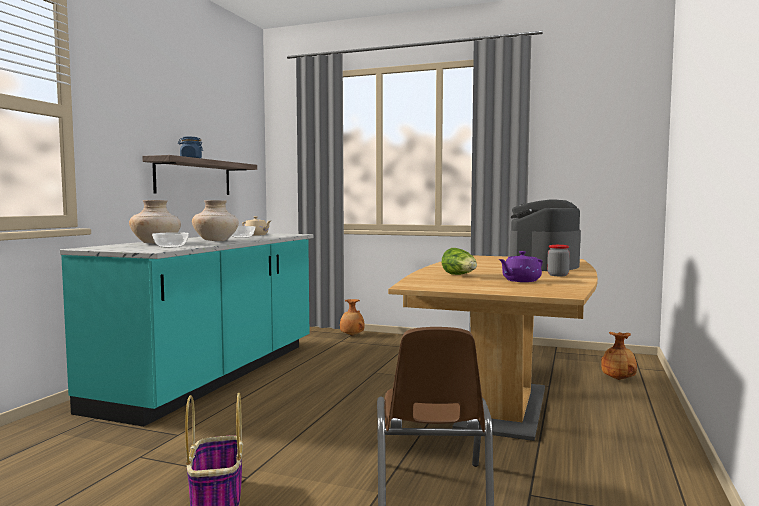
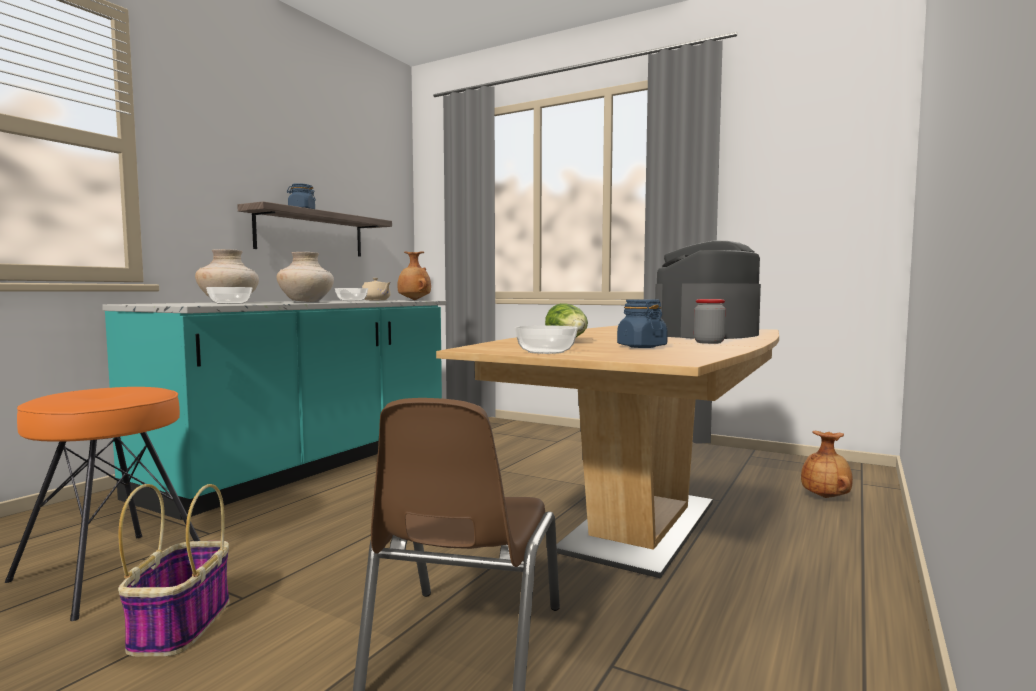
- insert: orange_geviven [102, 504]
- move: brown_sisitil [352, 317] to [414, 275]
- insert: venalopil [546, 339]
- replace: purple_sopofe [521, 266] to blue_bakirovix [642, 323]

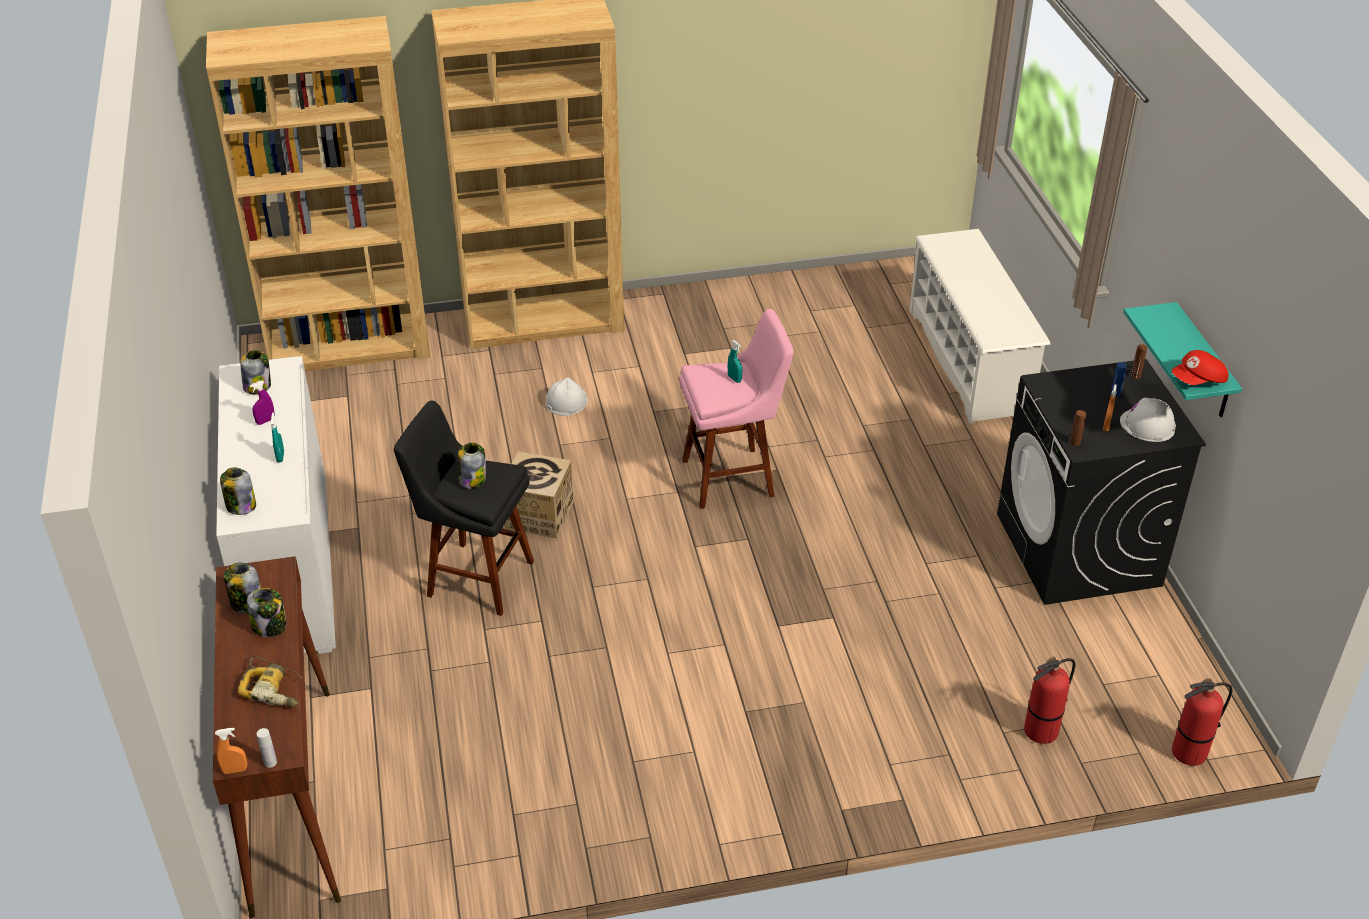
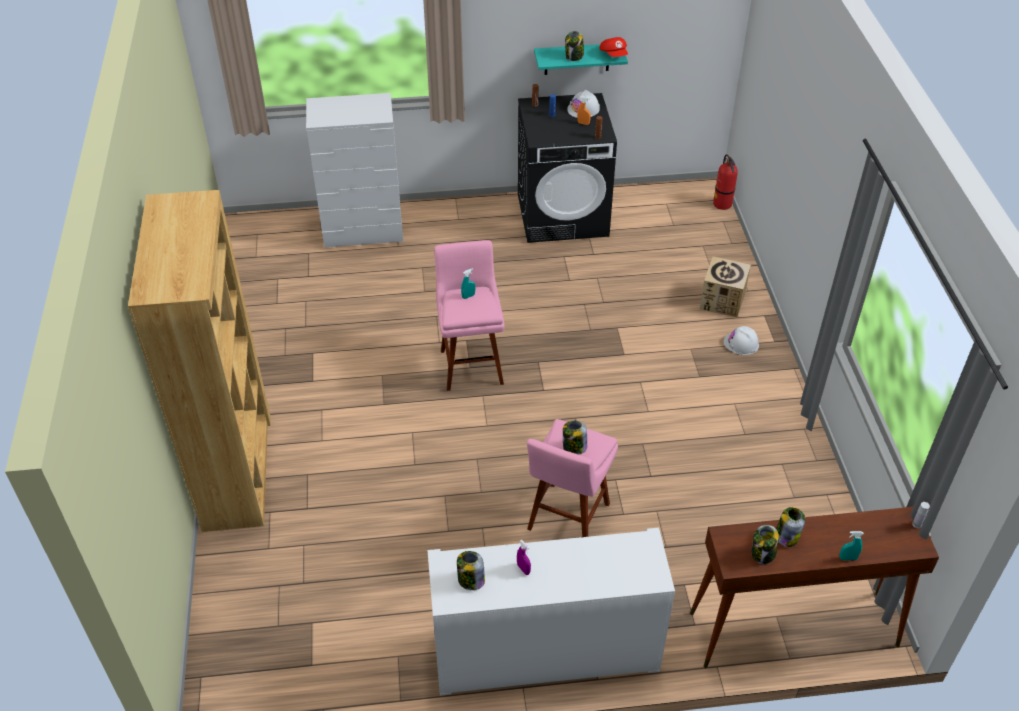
- replace: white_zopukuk [979, 326] to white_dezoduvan [354, 170]
- recolor: black_geviven [464, 508] to pink_geviven [572, 478]
- move: bakirovix [238, 491] to [574, 46]
- move: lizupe [539, 495] to [725, 286]
- move: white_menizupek [567, 397] to [741, 340]
- move: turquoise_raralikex [277, 437] to [851, 545]
- delete: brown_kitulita [318, 193]
- delete: orange_raralikex [231, 751]
- delete: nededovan [270, 682]
- delete: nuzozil [1049, 700]

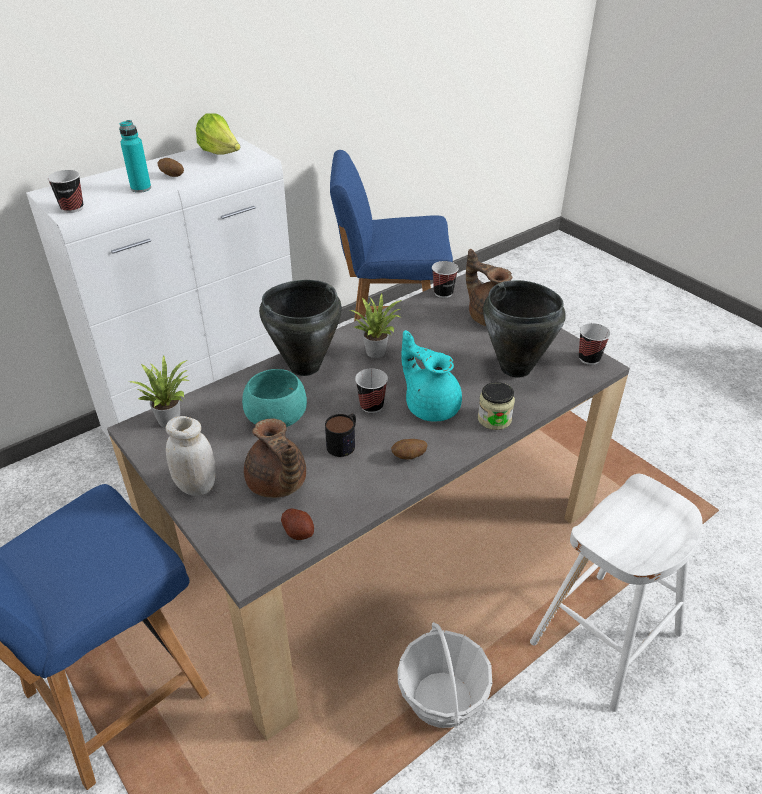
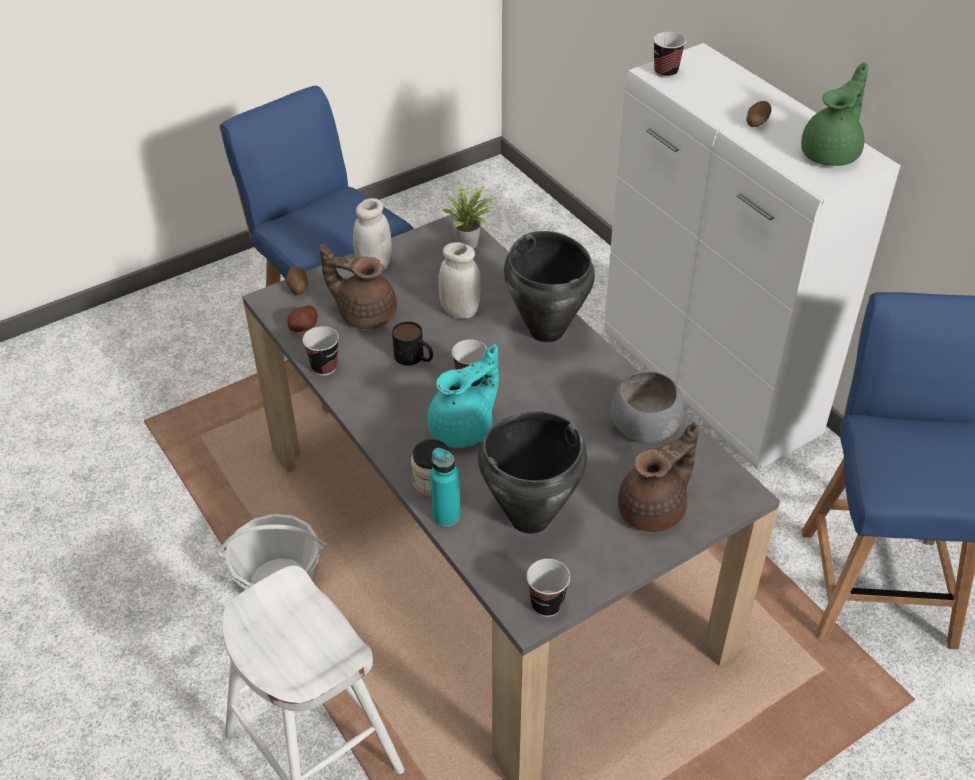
- move: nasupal [409, 449] to [297, 280]
- move: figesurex [445, 279] to [321, 351]
- rotate: brown_sopofe [275, 458] = [358, 286] 45 degrees clockwise
- move: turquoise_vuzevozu [135, 156] to [445, 487]
- replace: turquoise_venalopil [274, 398] to white_bakirovix [460, 280]
- insert: grey_venalopil [647, 407]
- replace: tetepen [218, 134] to green_sopofe [835, 114]
- delete: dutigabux [376, 326]

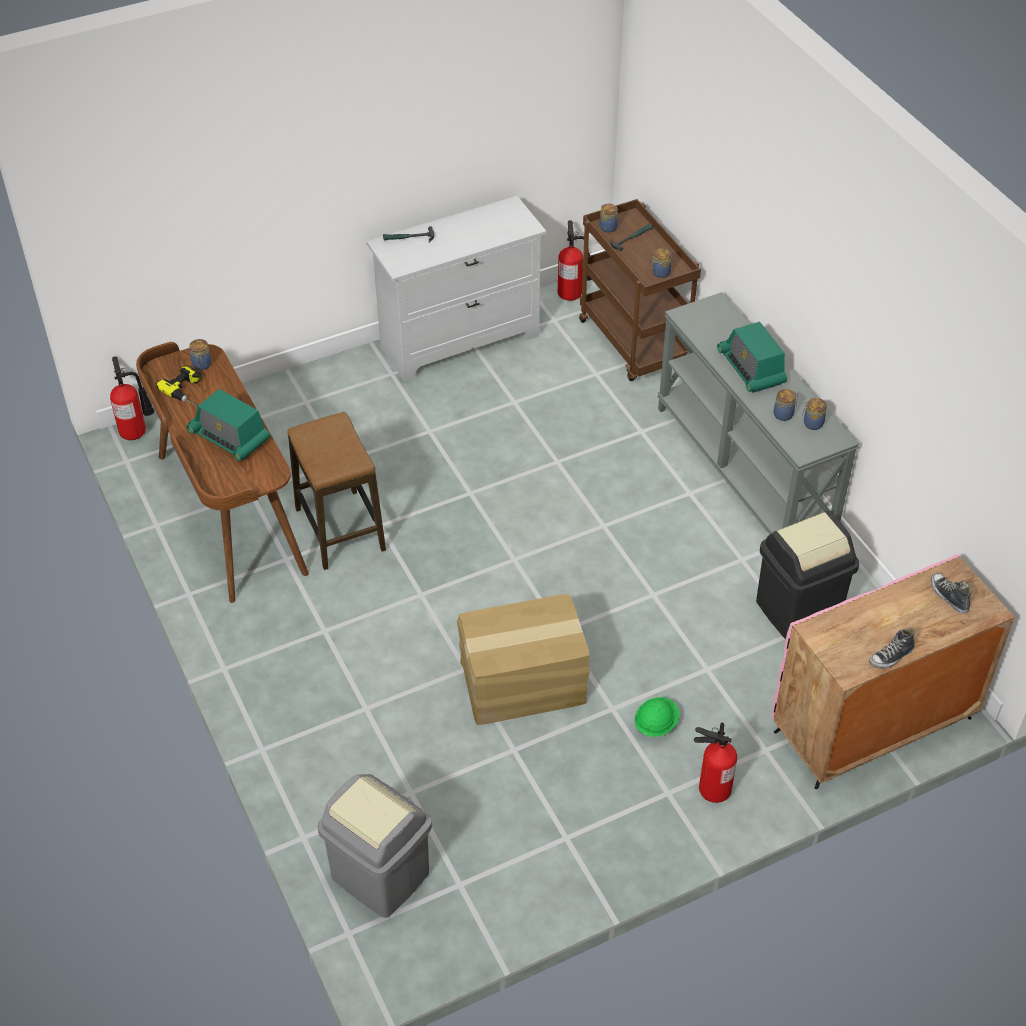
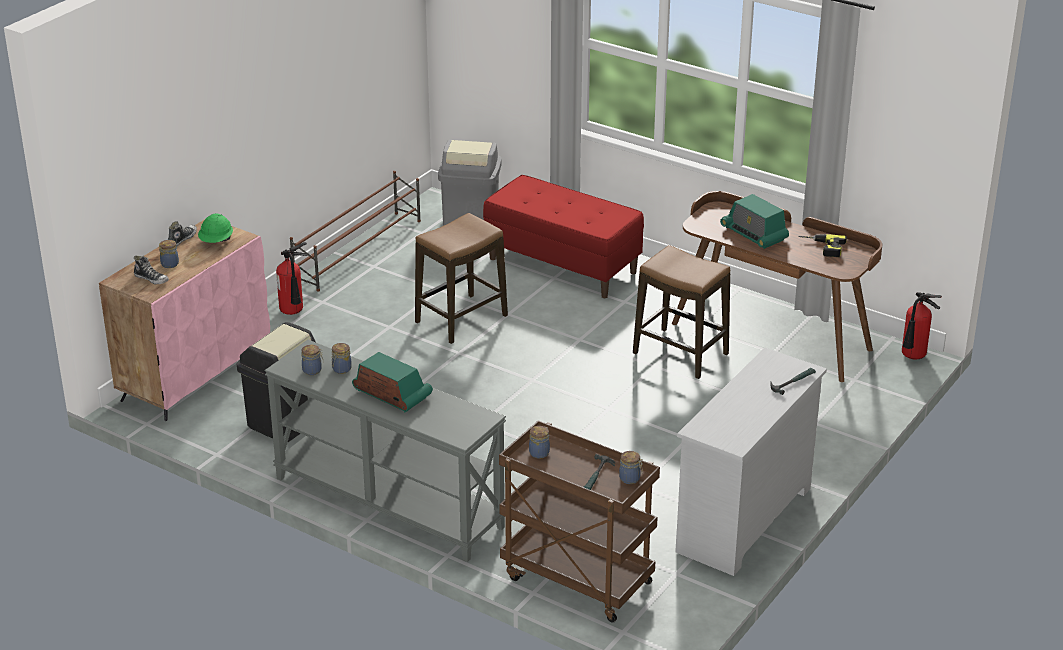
- move: bakirovix [200, 354] to [169, 254]
- move: green_menizupek [657, 717] to [215, 228]
- insert: brown_zopukuk [355, 231]
- replace: lizupe [523, 659] to geviven [461, 278]
- insert: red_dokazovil [563, 236]
- rotate: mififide [228, 425] = [754, 221] 135 degrees counterclockwise
- delete: nuzozil [575, 260]

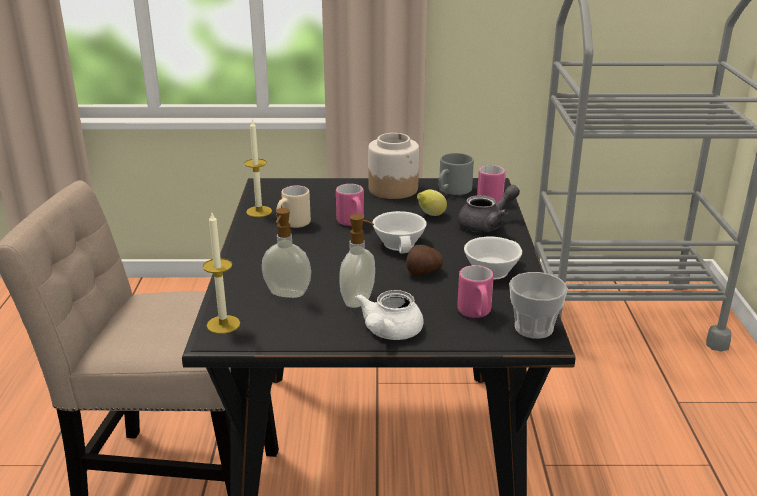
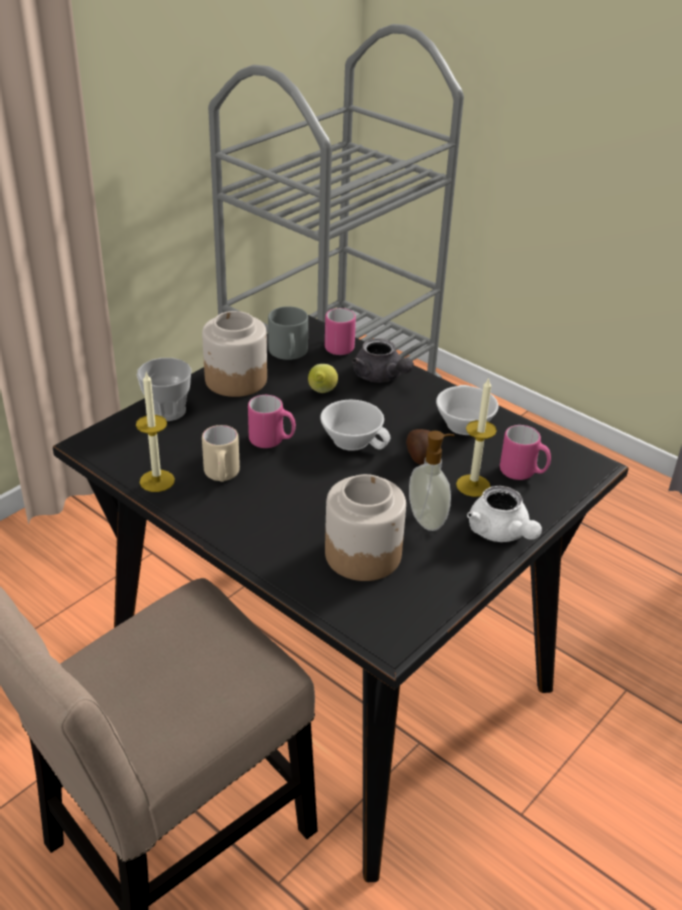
- move: figesurex [538, 305] to [164, 389]
- replace: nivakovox [286, 253] to bakirovix [365, 527]
- rotate: grey_sopofe [489, 208] = [383, 360] 135 degrees clockwise
- move: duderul [221, 273] to [476, 437]

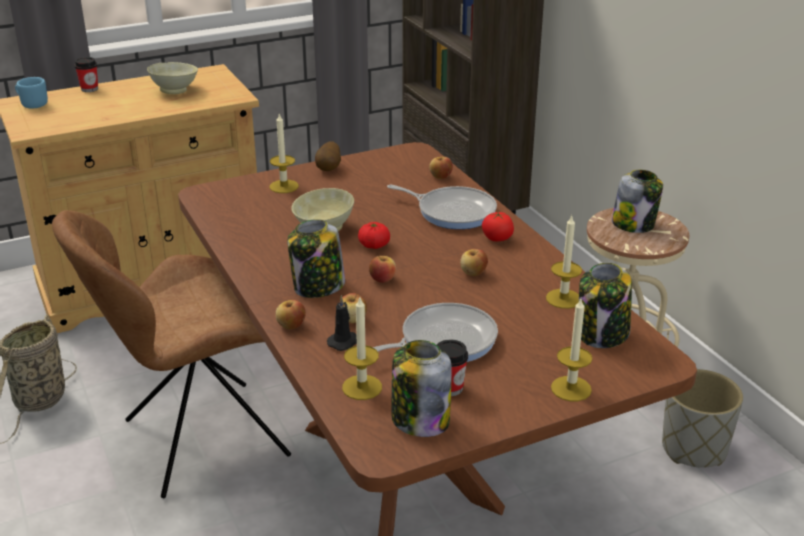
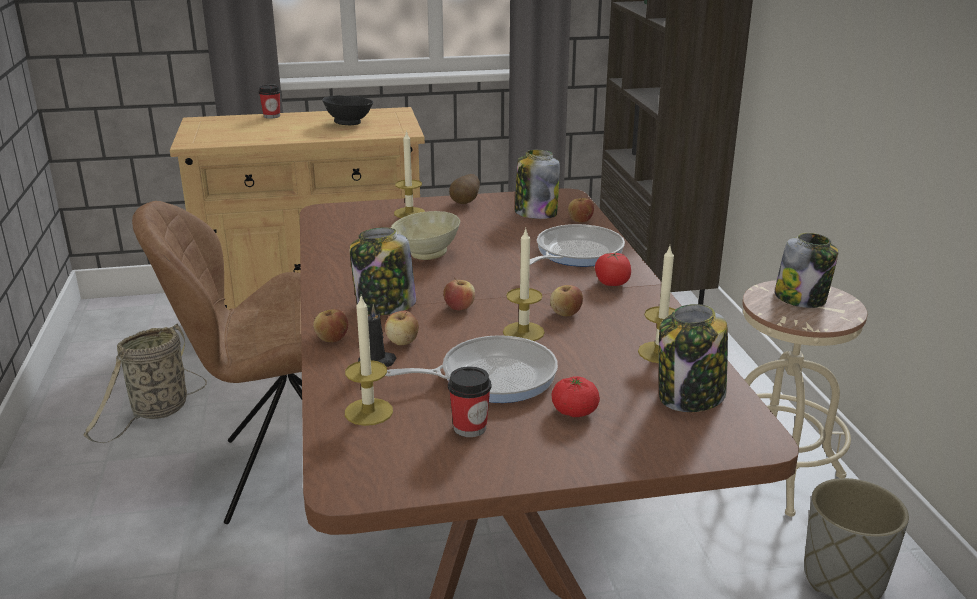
- recolor: beige_venalopil [172, 78] to black_venalopil [347, 110]
- move: duderul [571, 350] to [524, 284]
- move: bakirovix [422, 388] to [537, 184]
- rotate: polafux [442, 207] = [577, 245] 90 degrees counterclockwise
- move: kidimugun [374, 235] to [576, 396]
- delete: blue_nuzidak [31, 92]

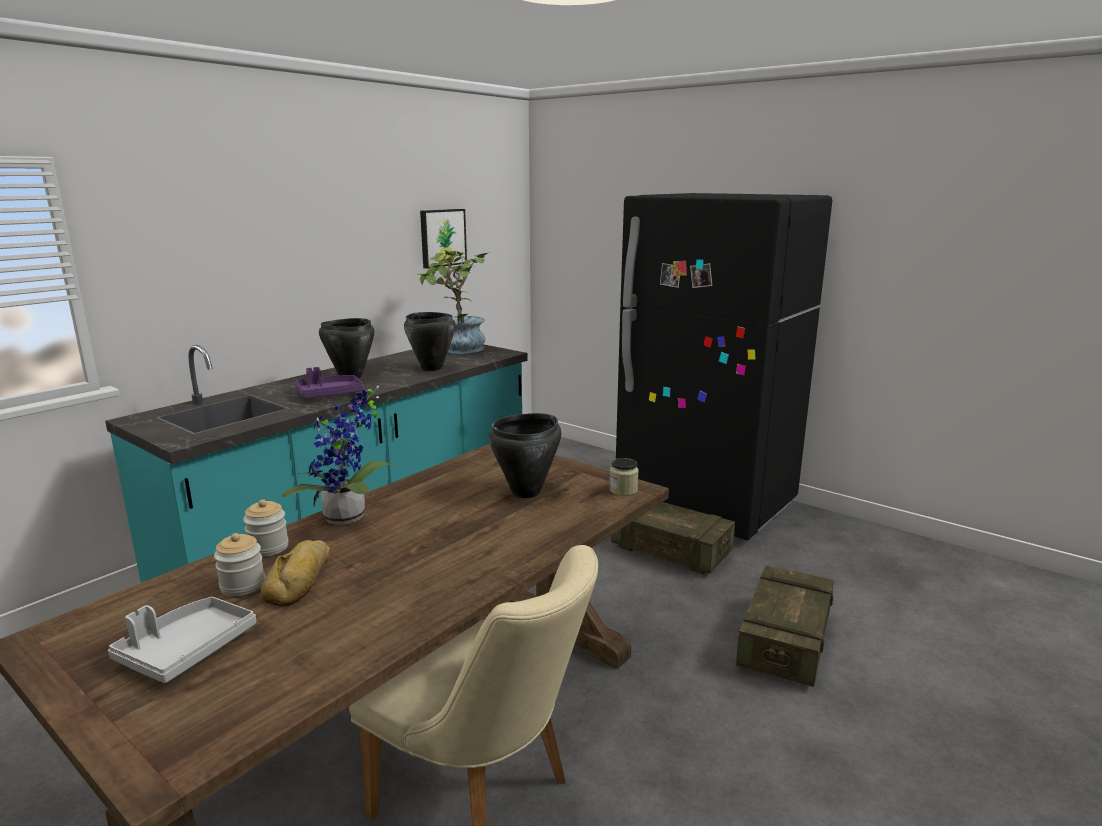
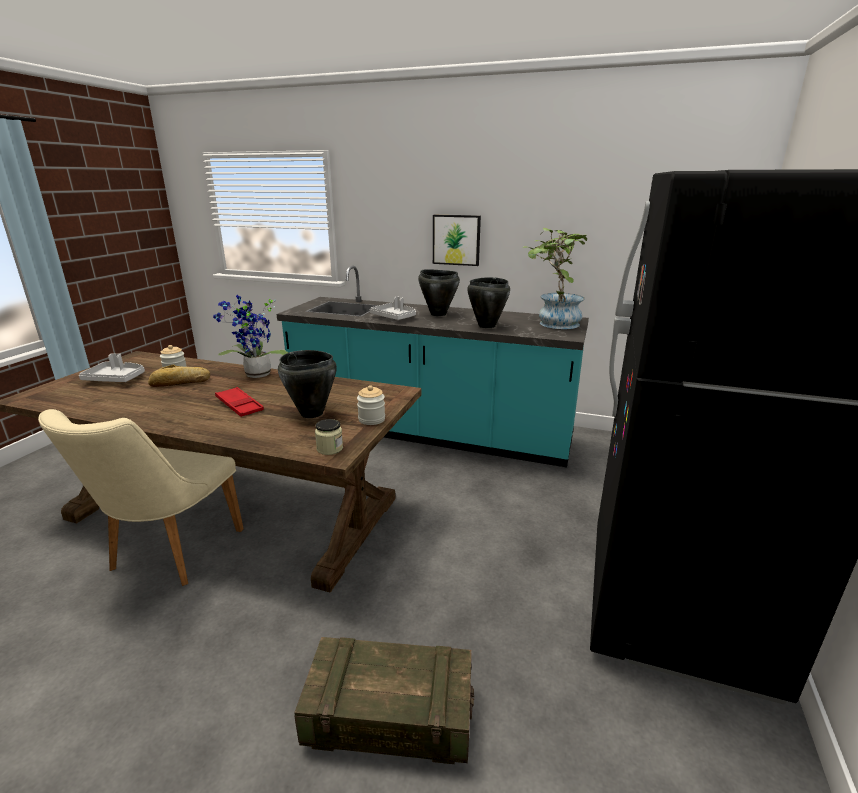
- insert: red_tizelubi [239, 402]
- move: bakirovix [266, 528] to [371, 405]
- recolor: purple_tizelubi [329, 383] to grey_tizelubi [393, 308]
- move: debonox [443, 239] to [457, 240]
- delete: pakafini [673, 538]

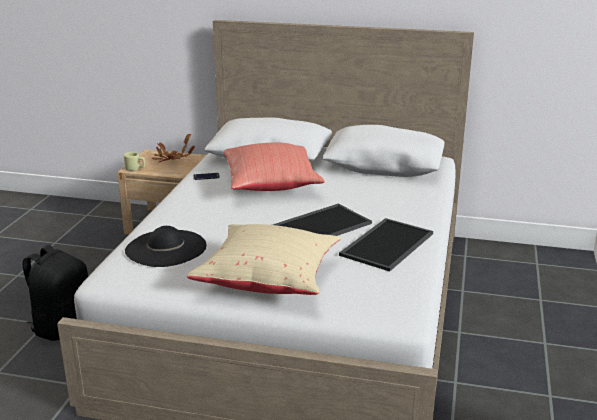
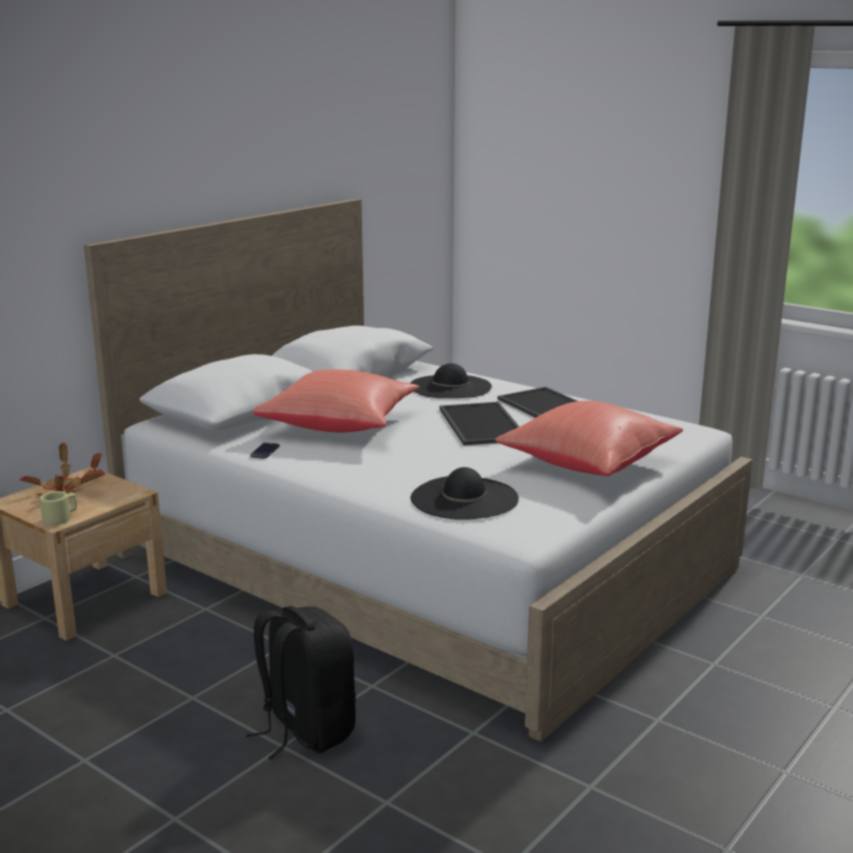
- insert: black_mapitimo [451, 380]
- recolor: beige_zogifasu [263, 259] to red_zogifasu [589, 438]

